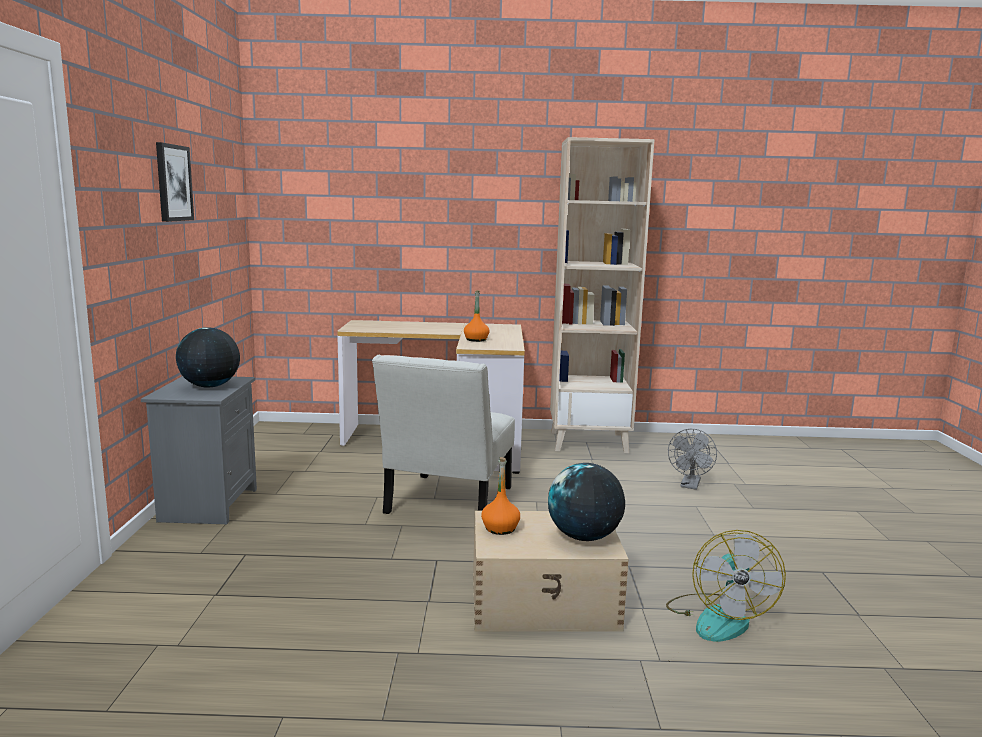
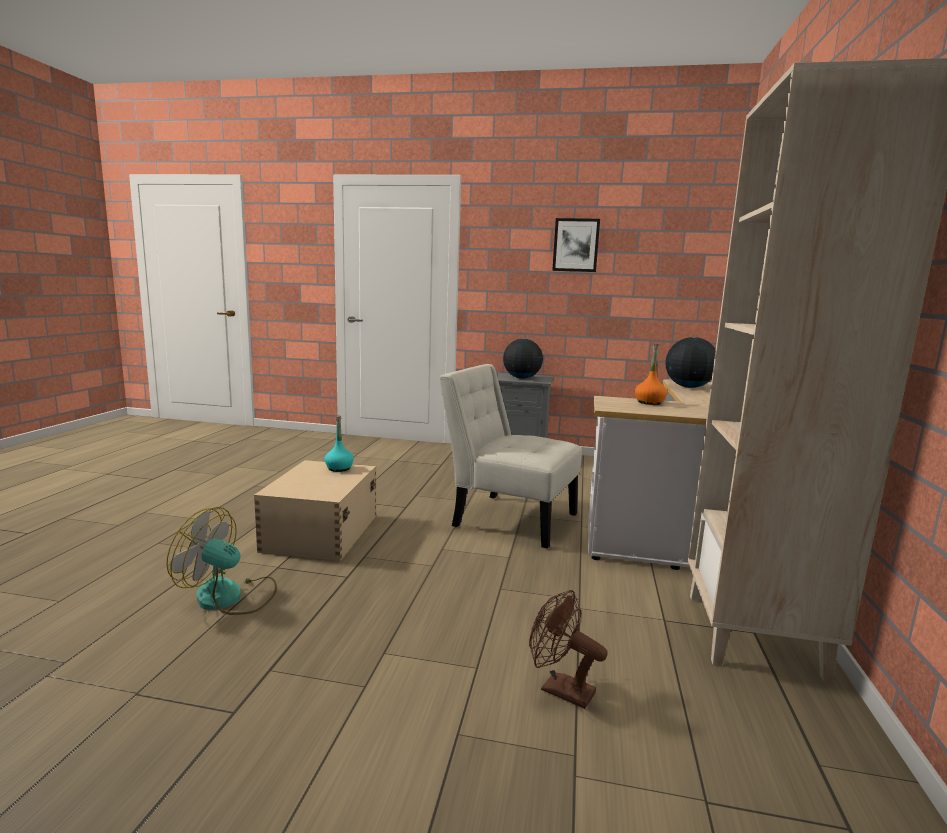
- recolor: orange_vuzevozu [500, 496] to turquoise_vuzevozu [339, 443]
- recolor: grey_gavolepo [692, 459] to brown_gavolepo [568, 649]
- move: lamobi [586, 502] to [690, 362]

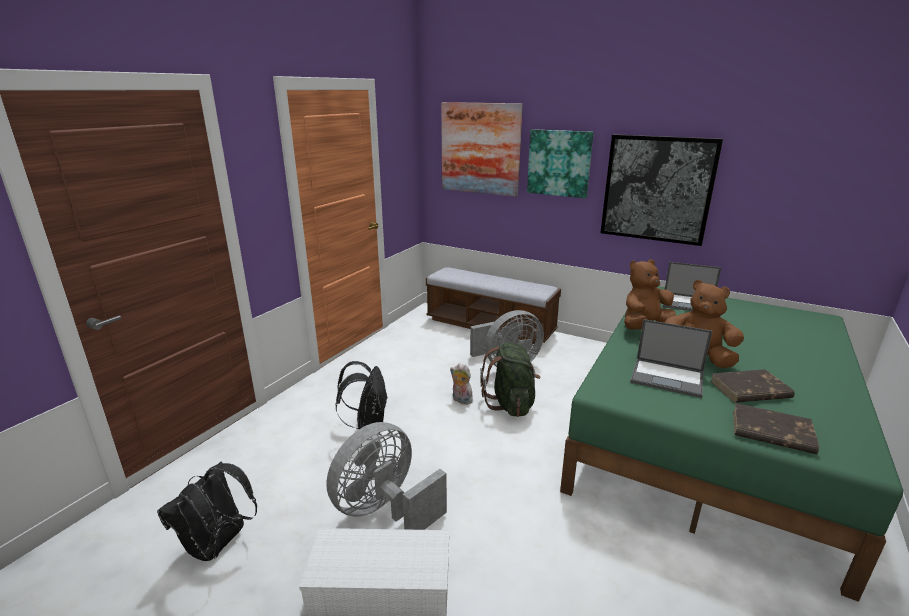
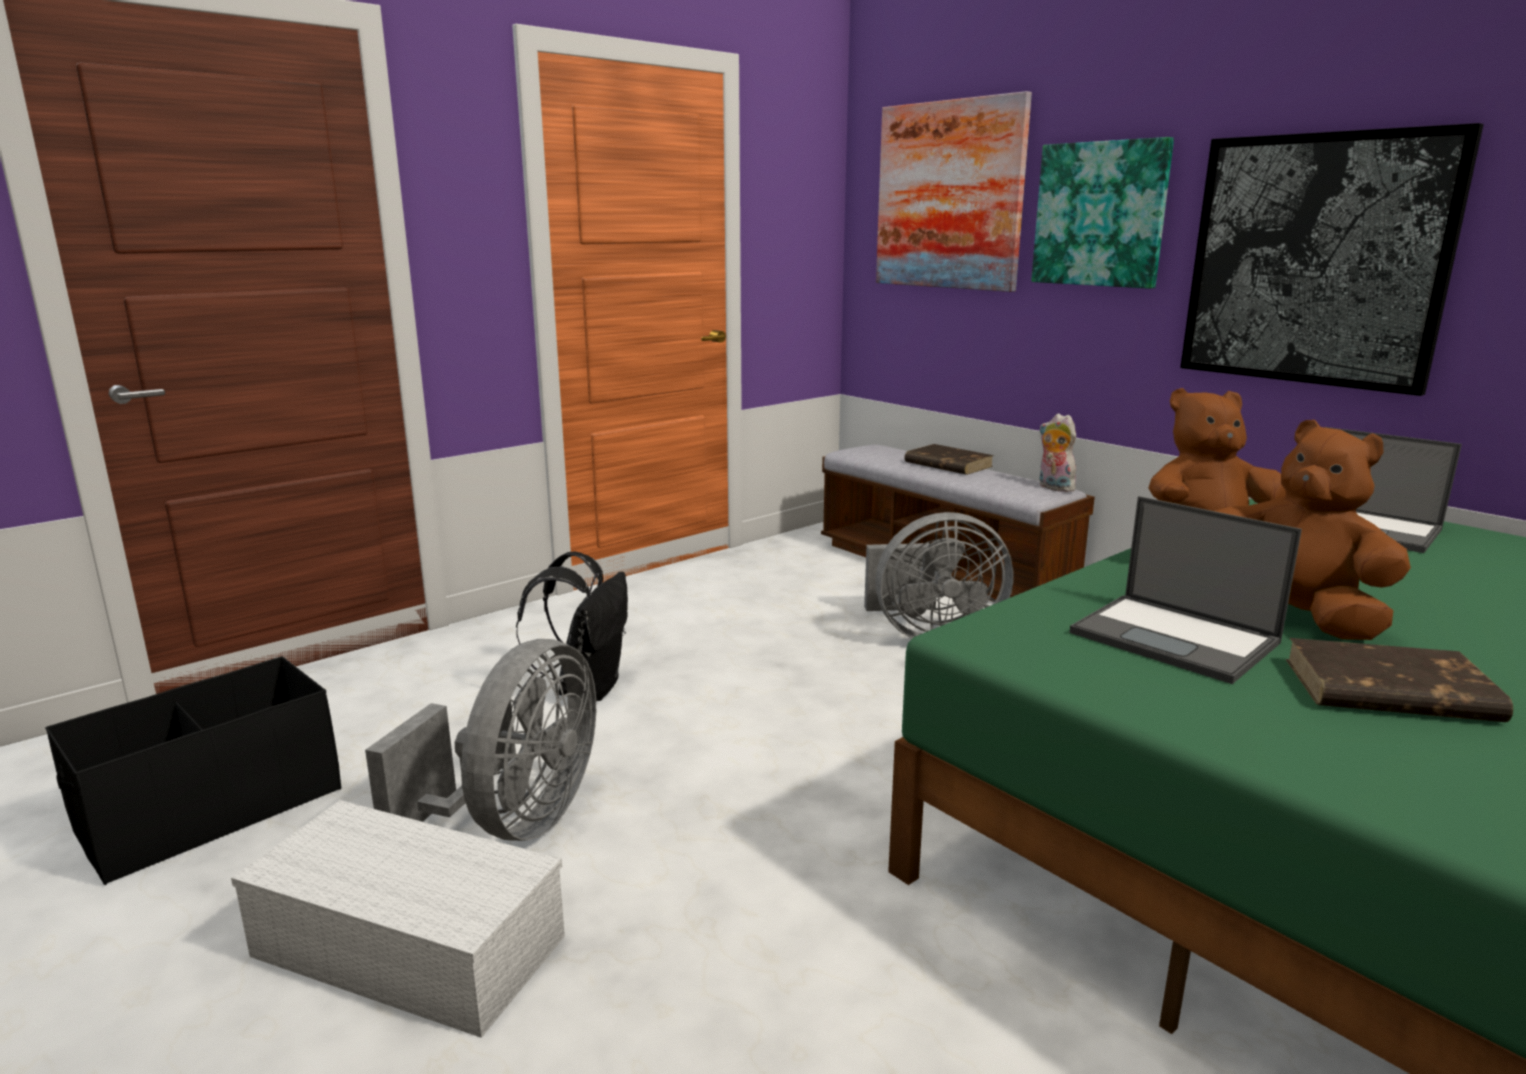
- replace: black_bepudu [207, 511] to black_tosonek [193, 770]
- rotate: grey_gavolepo [386, 476] = [480, 740] 135 degrees clockwise
- move: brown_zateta [776, 428] to [949, 459]
- move: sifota [461, 384] to [1059, 453]
- delete: green_bepudu [510, 379]

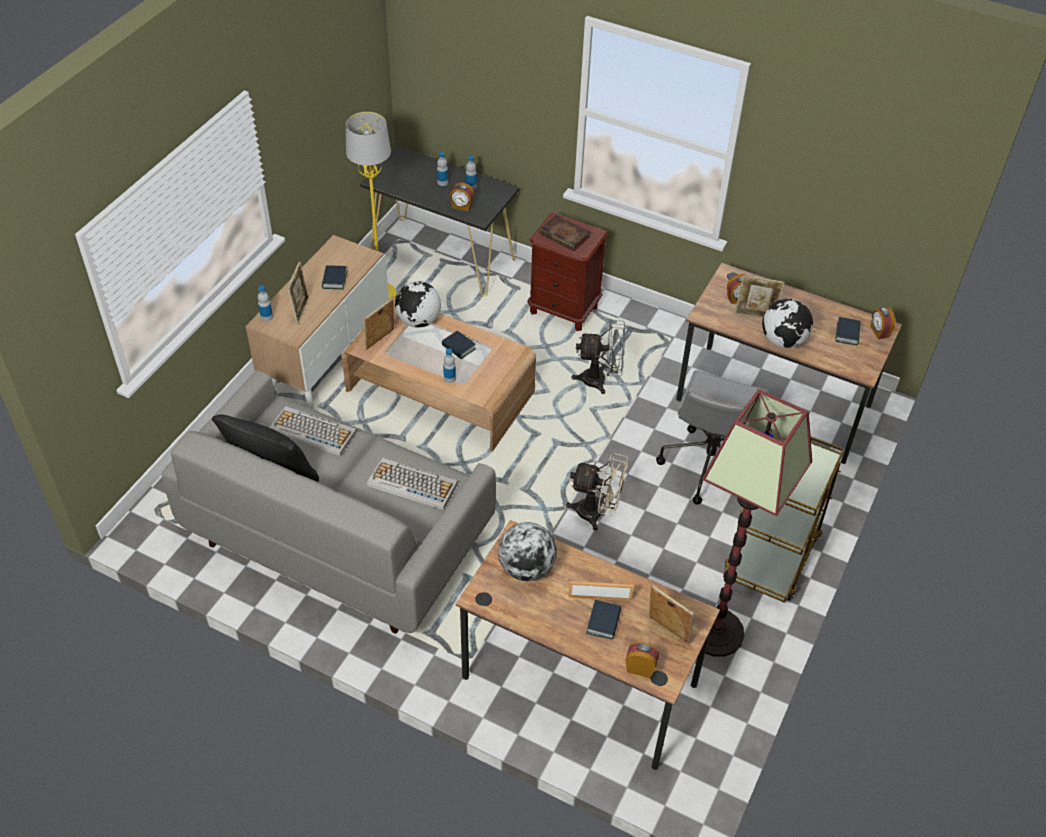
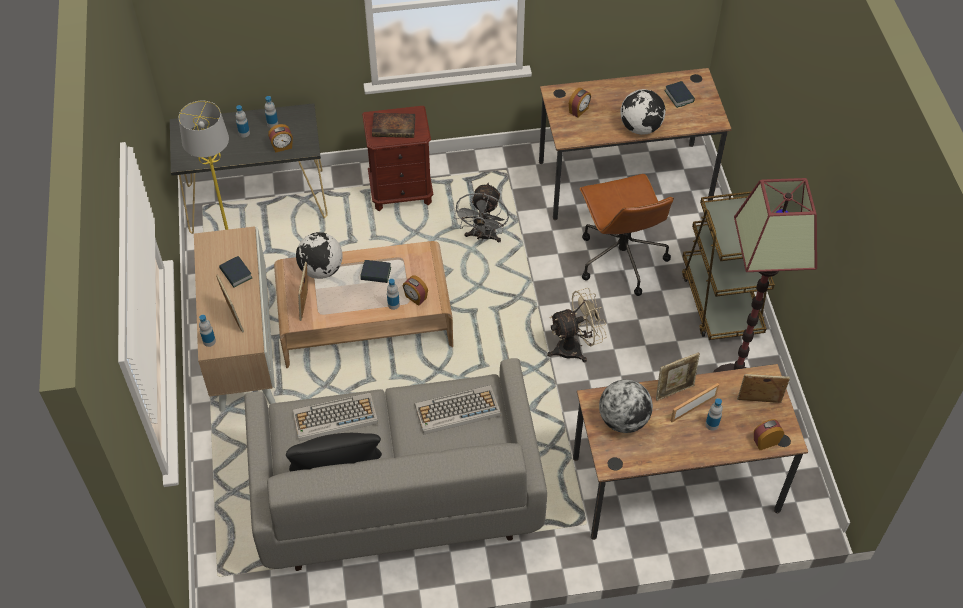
- move: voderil [882, 323] to [415, 290]
- rotate: grey_gavolepo [598, 357] = [481, 212] 135 degrees clockwise
- recolor: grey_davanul [712, 437] to brown_davanul [627, 235]
- move: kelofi [760, 296] to [678, 376]
- replace: zateta [603, 620] to vuzevozu [714, 414]

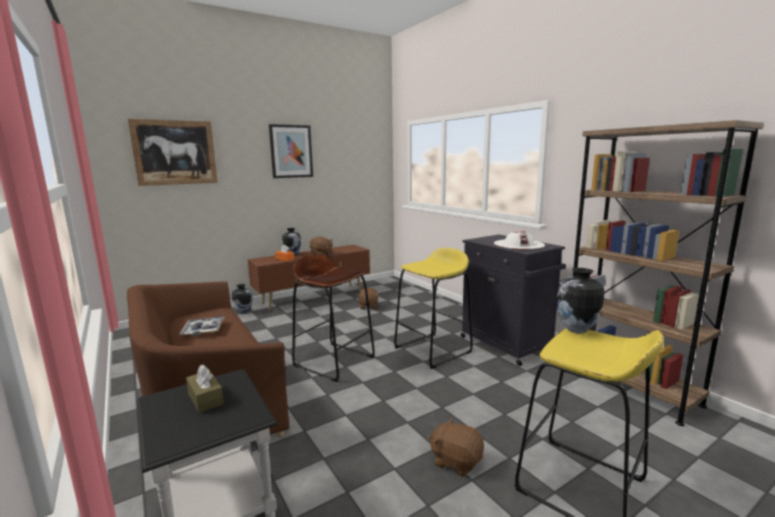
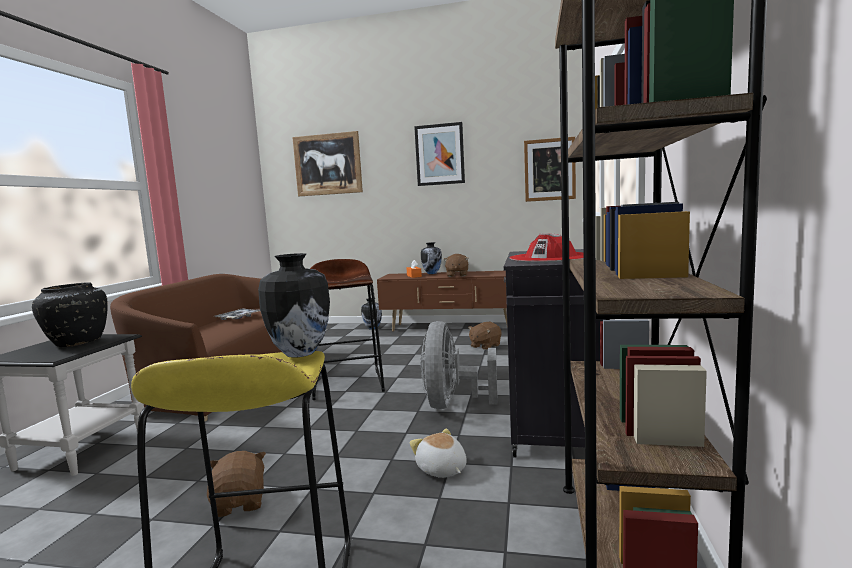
- replace: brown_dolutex [205, 389] to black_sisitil [70, 314]
- insert: sifota [438, 453]
- replace: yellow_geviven [433, 308] to grey_gavolepo [459, 365]
- recolor: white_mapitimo [519, 240] to red_mapitimo [546, 248]
- insert: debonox [550, 169]

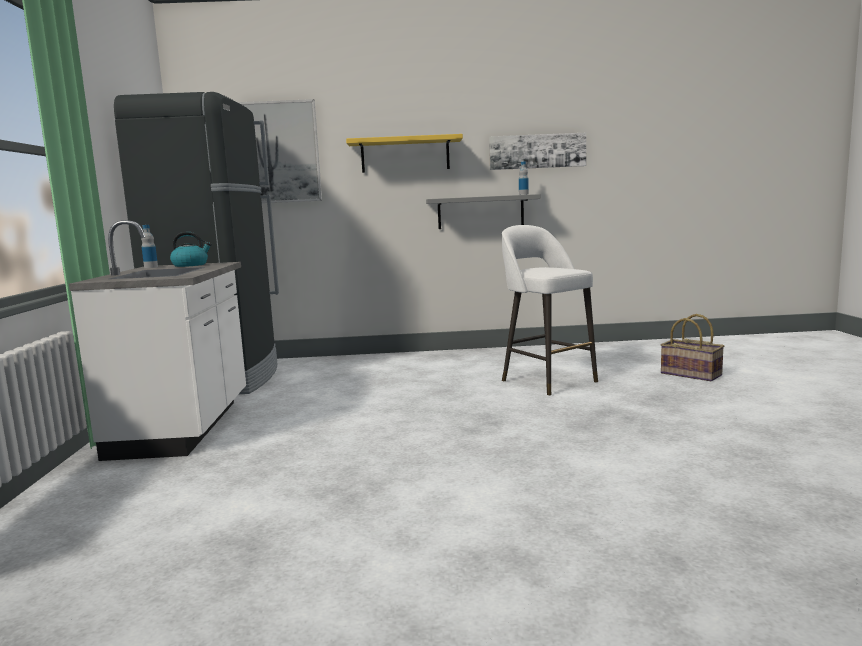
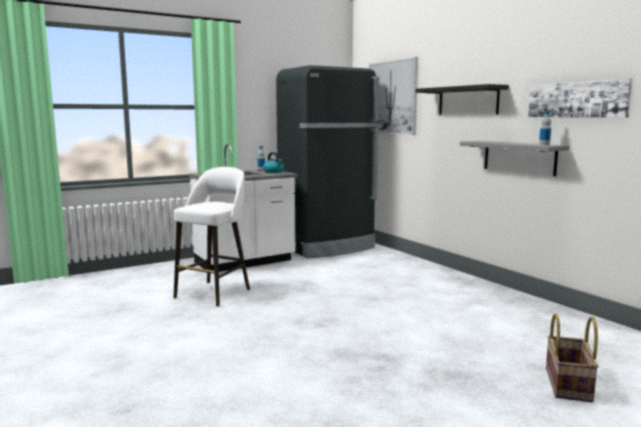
- move: white_geviven [550, 310] to [211, 237]
- recolor: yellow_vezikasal [404, 153] to black_vezikasal [462, 99]

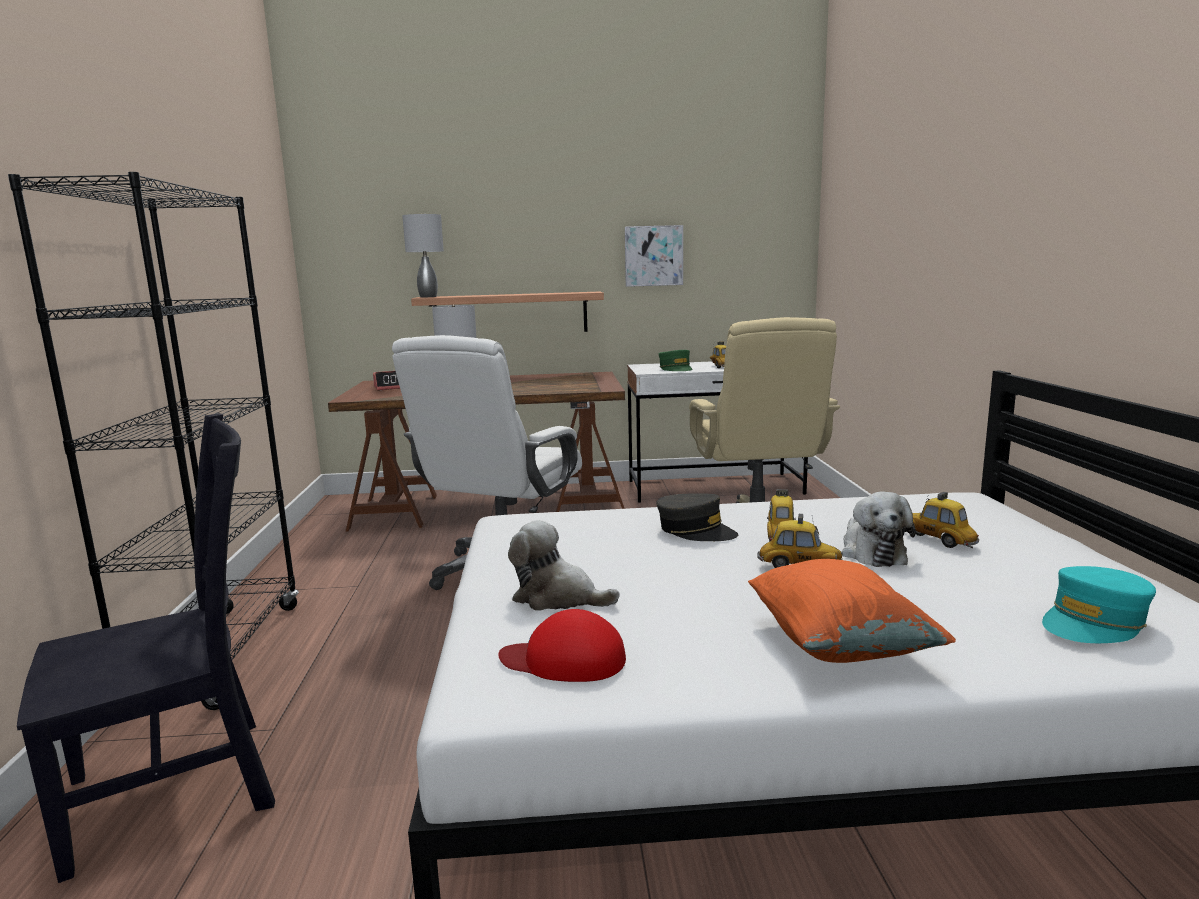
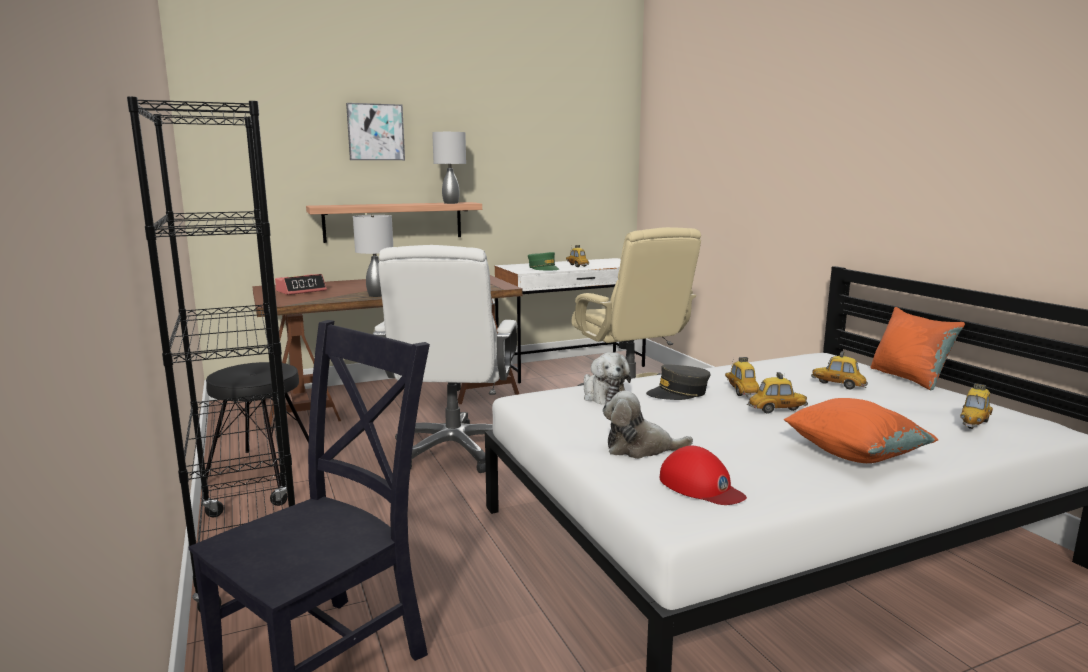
- insert: black_geviven [257, 425]
- move: debonox [654, 256] to [375, 131]
- move: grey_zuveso [423, 256] to [449, 167]
- move: sifota [879, 529] to [607, 378]
- rotate: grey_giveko [697, 517] = [678, 382] 150 degrees clockwise
- rotate: red_giveko [562, 645] = [703, 475] 120 degrees counterclockwise
- insert: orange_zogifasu [918, 348]
- replace: turquoise_giveko [1099, 604] to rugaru [976, 406]

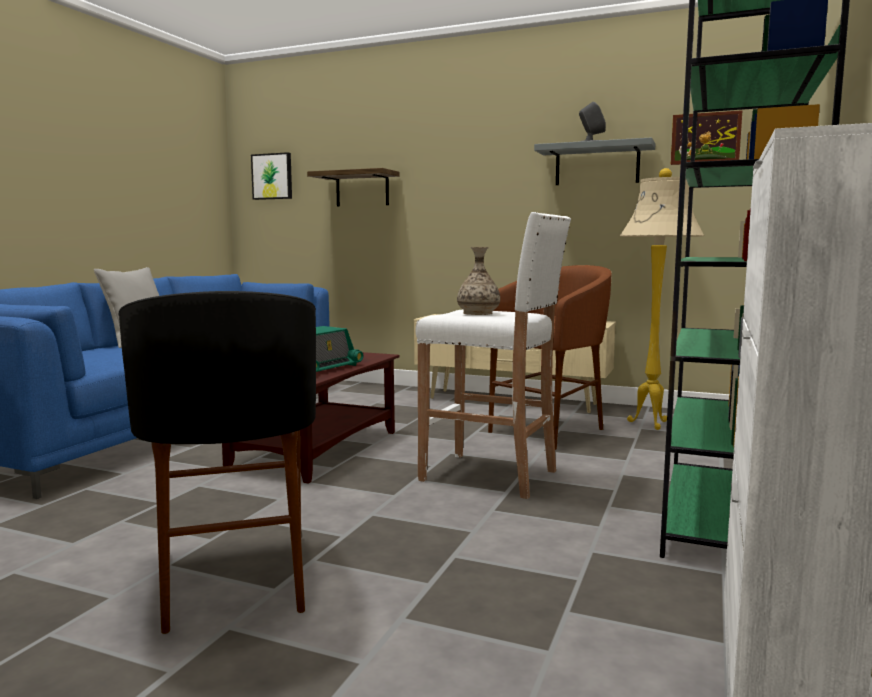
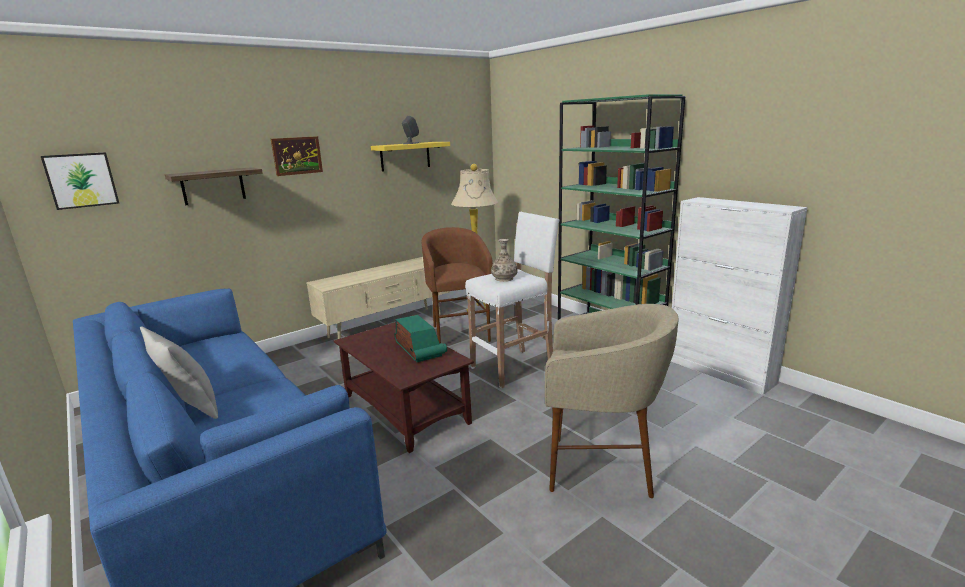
- move: debonox [707, 137] to [297, 156]
- recolor: grey_vezikasal [594, 161] to yellow_vezikasal [410, 157]
- recolor: black_geviven [217, 462] to beige_geviven [611, 401]

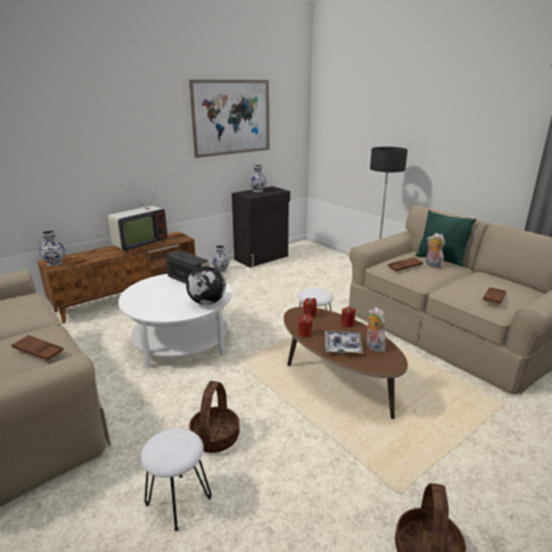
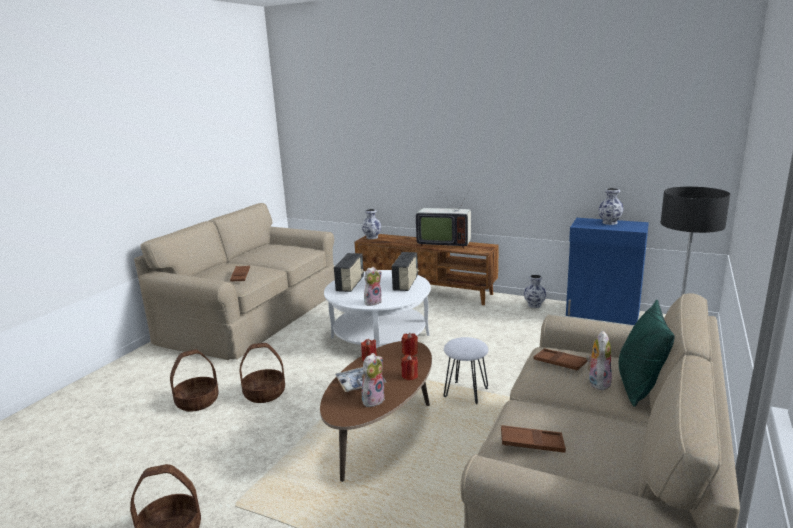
- replace: white_geviven [176, 479] to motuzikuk [194, 380]
- insert: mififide [349, 272]
- replace: lamobi [206, 285] to sifota [373, 286]
- recolor: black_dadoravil [261, 227] to blue_dadoravil [607, 271]
- delete: debonox [229, 119]

